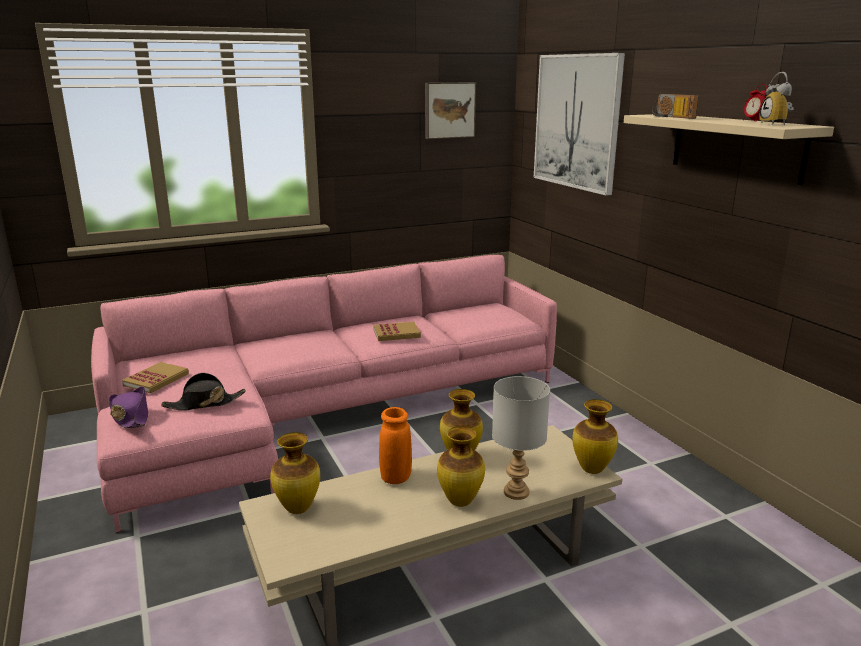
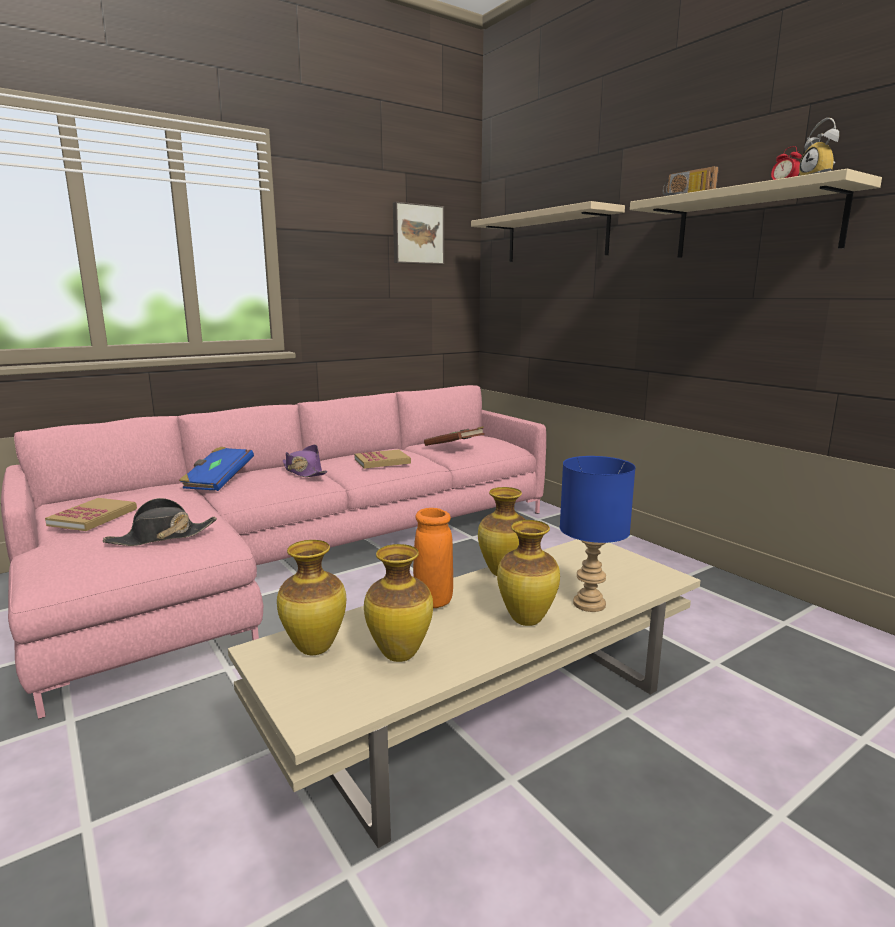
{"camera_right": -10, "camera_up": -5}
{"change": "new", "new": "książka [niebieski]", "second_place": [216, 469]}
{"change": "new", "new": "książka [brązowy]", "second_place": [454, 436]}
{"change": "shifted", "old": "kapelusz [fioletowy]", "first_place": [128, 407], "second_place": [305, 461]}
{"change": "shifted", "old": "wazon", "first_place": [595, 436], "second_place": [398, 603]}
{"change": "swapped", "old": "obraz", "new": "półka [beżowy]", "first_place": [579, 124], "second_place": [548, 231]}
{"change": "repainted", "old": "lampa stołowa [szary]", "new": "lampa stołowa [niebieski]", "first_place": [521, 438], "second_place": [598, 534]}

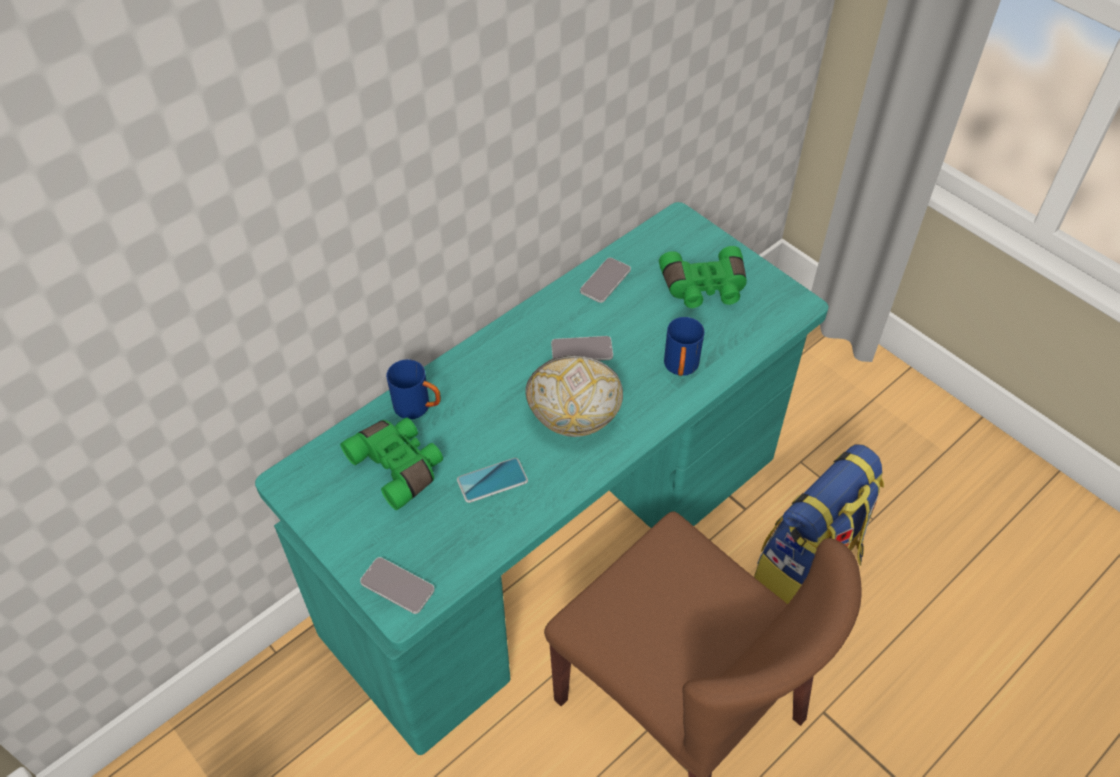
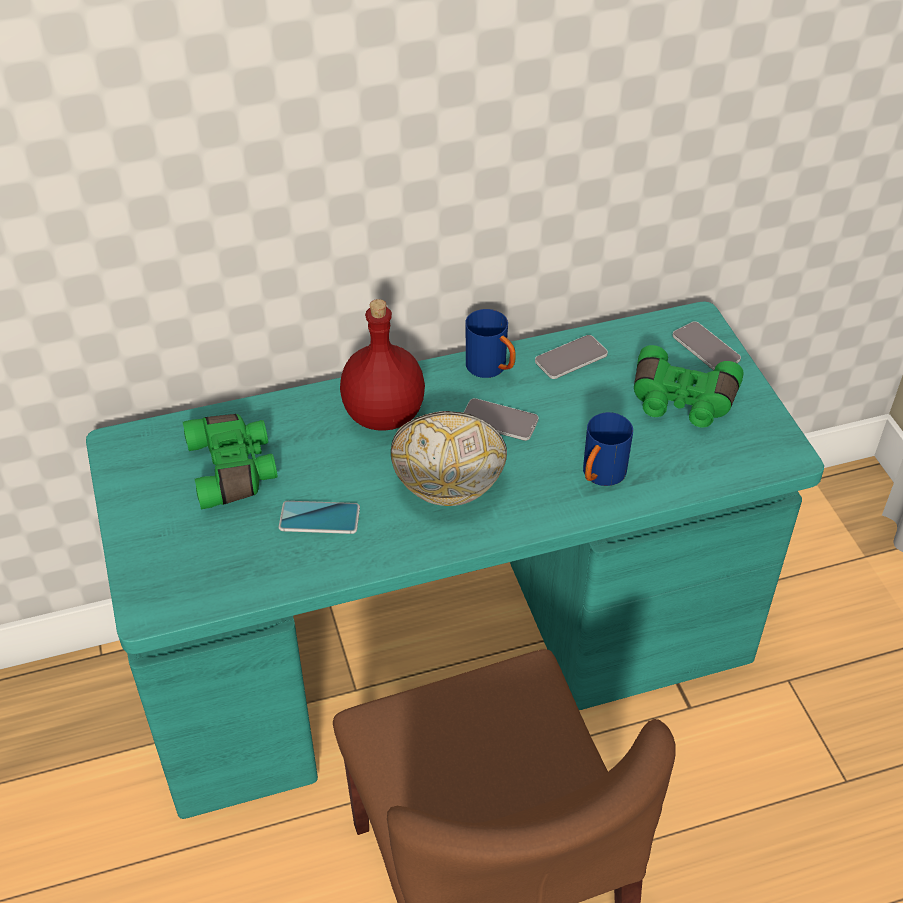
{"camera_right": 25, "camera_up": -5}
{"change": "gone", "old": "plecak", "first_place": [819, 524]}
{"change": "new", "new": "butelka [czerwony]", "second_place": [382, 365]}
{"change": "shifted", "old": "telefon", "first_place": [397, 585], "second_place": [706, 345]}
{"change": "shifted", "old": "kubek [niebieski]", "first_place": [413, 389], "second_place": [491, 343]}

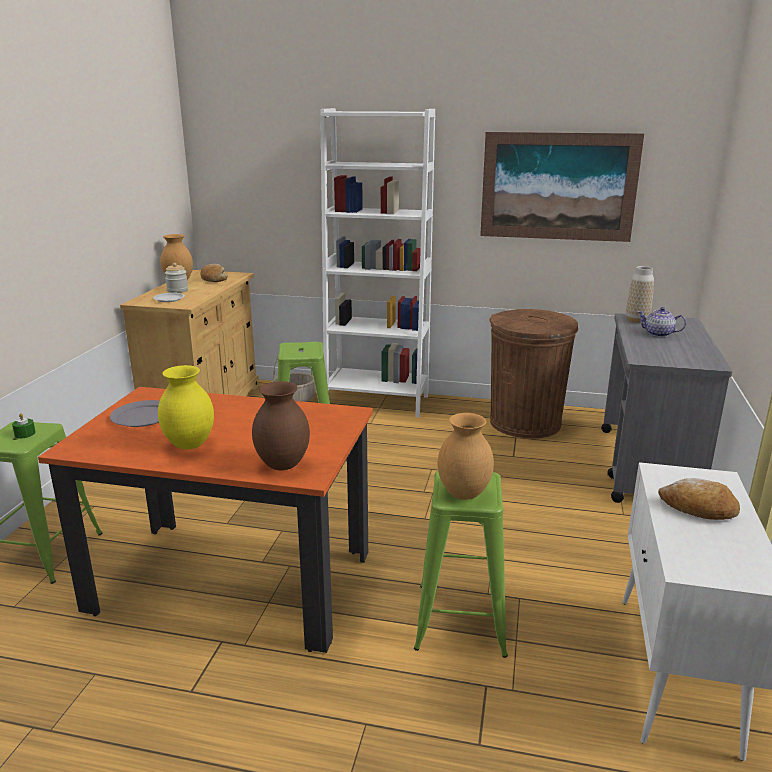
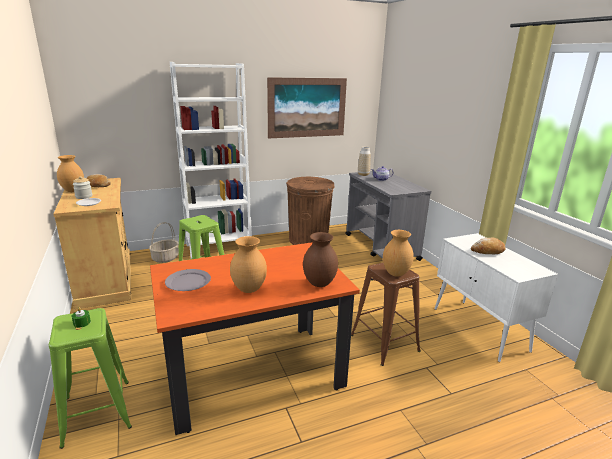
{"camera_right": -35, "camera_up": 0}
{"change": "repainted", "old": "wazon [żółty]", "new": "wazon [brązowy]", "first_place": [186, 407], "second_place": [248, 264]}
{"change": "repainted", "old": "stołek [zielony]", "new": "stołek [brązowy]", "first_place": [461, 564], "second_place": [386, 314]}

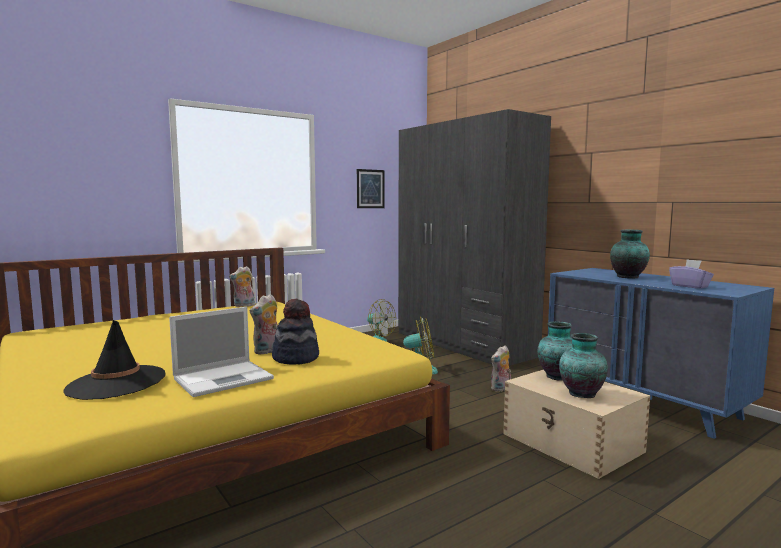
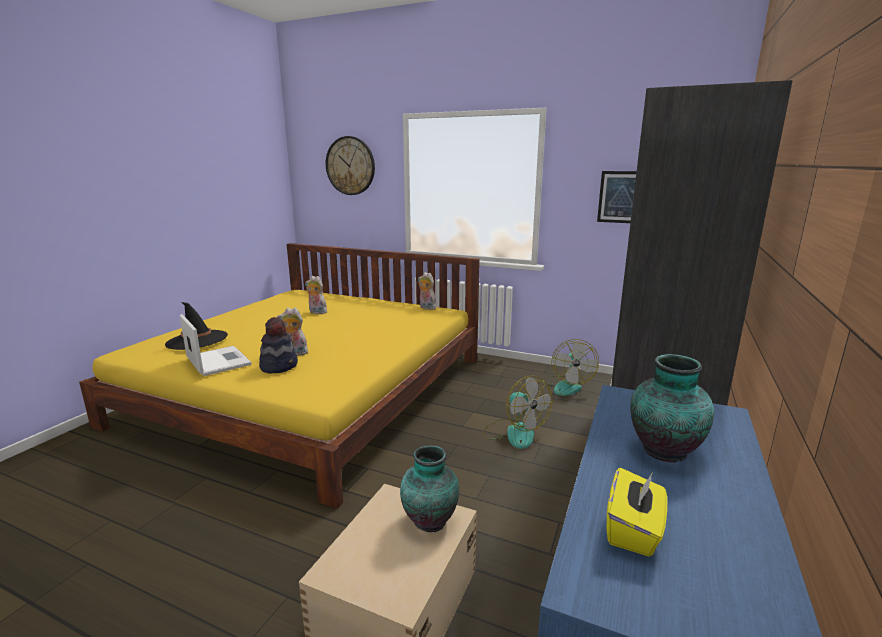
{"camera_right": 60, "camera_up": 10}
{"change": "gone", "old": "wazon", "first_place": [583, 365]}
{"change": "new", "new": "zegar ścienny", "second_place": [350, 165]}
{"change": "shifted", "old": "pluszak", "first_place": [501, 368], "second_place": [317, 295]}
{"change": "repainted", "old": "pudełko chusteczek [fioletowy]", "new": "pudełko chusteczek [żółty]", "first_place": [691, 274], "second_place": [637, 512]}
{"change": "rotated", "old": "laptop", "first_place": [221, 352], "second_place": [216, 345], "degrees": -150}

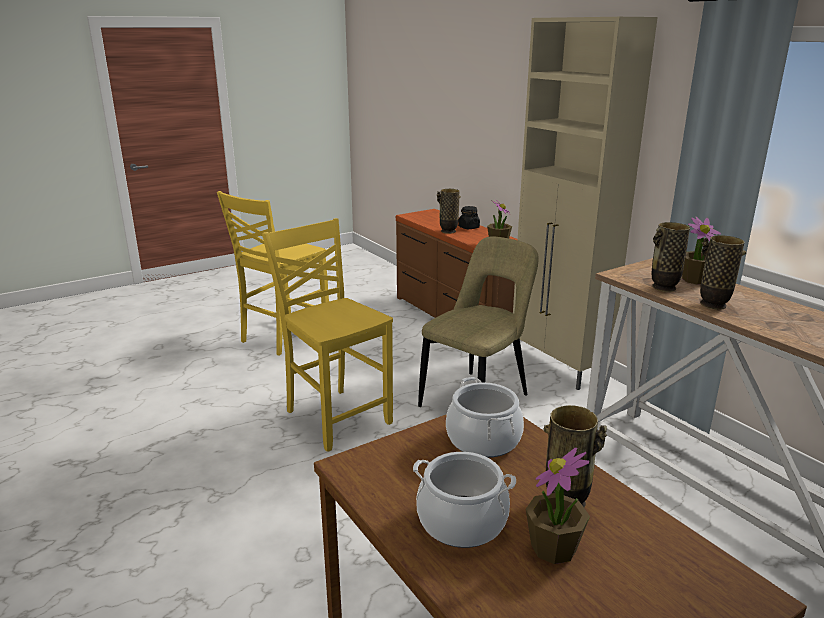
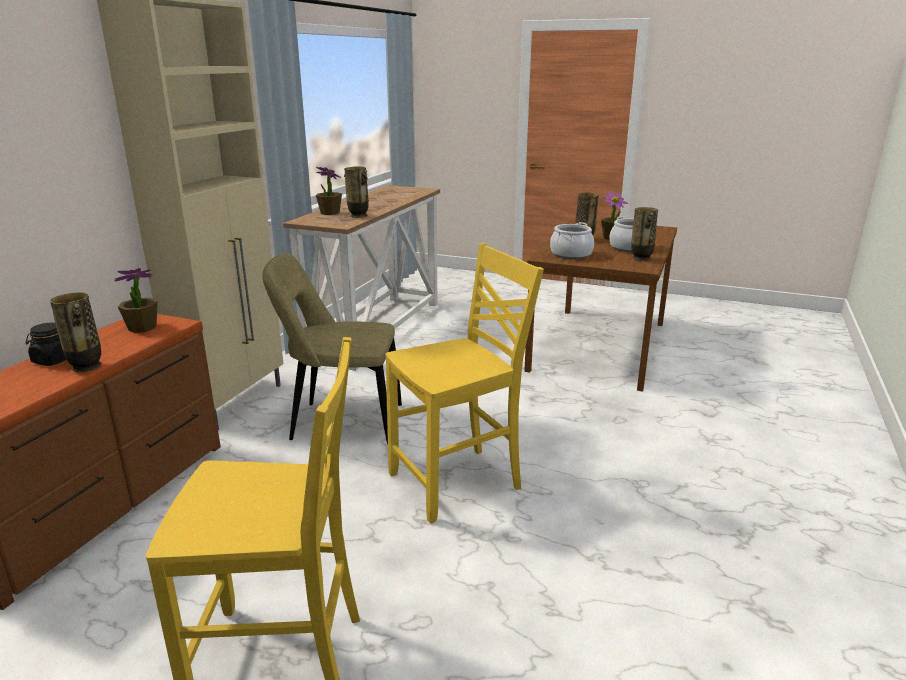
{"camera_right": -125, "camera_up": 0}
{"change": "shifted", "old": "wazon", "first_place": [723, 272], "second_place": [644, 234]}
{"change": "rotated", "old": "krzesło [żółty]", "first_place": [327, 335], "second_place": [465, 383], "degrees": -135}

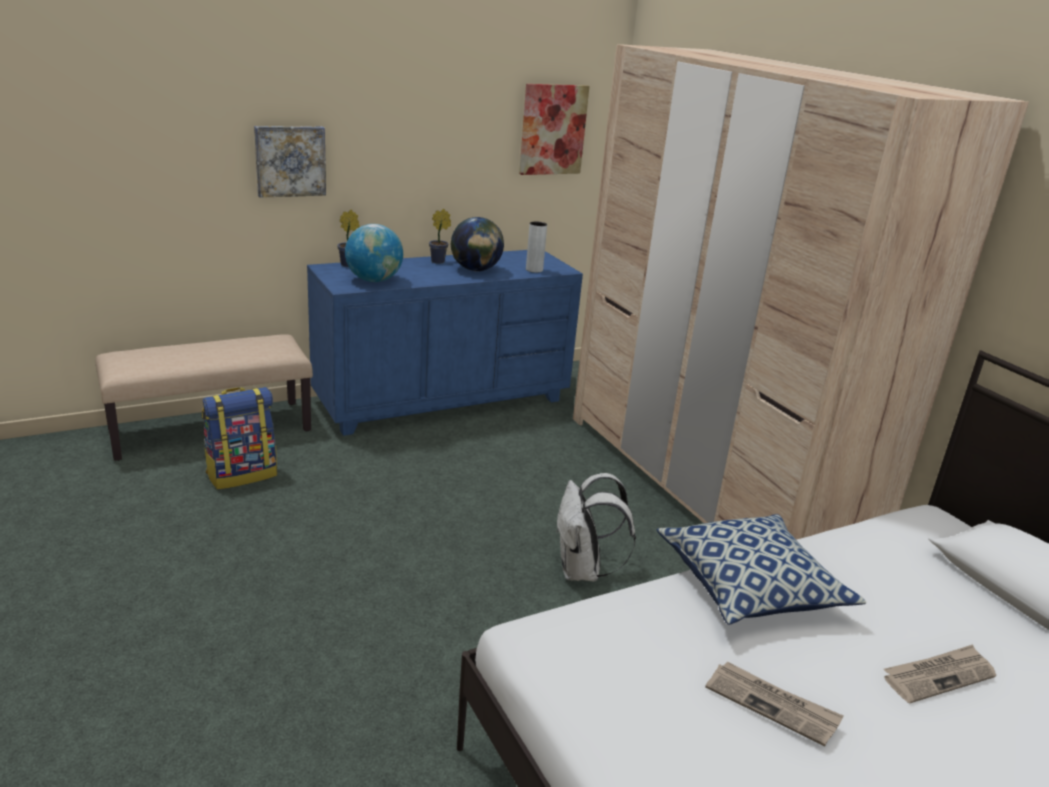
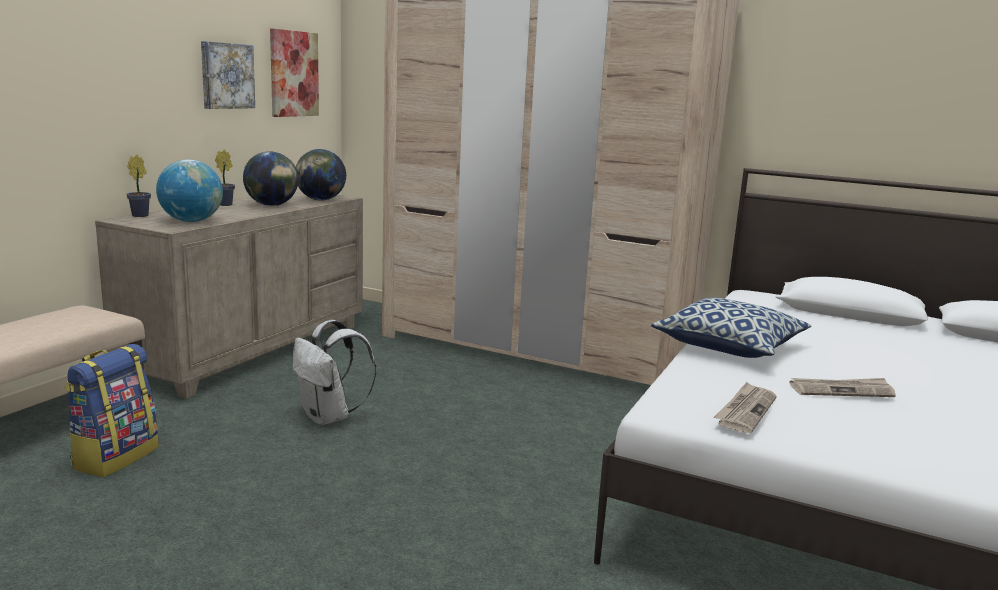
{"camera_right": -35, "camera_up": -10}
{"change": "shifted", "old": "obraz", "first_place": [290, 162], "second_place": [228, 75]}
{"change": "shifted", "old": "plecak [biały]", "first_place": [596, 527], "second_place": [334, 372]}
{"change": "shifted", "old": "gazeta", "first_place": [940, 673], "second_place": [745, 407]}
{"change": "swapped", "old": "wazon [szary]", "new": "globus", "first_place": [536, 247], "second_place": [321, 175]}
{"change": "repainted", "old": "komoda [niebieski]", "new": "komoda [beżowy]", "first_place": [445, 343], "second_place": [229, 294]}

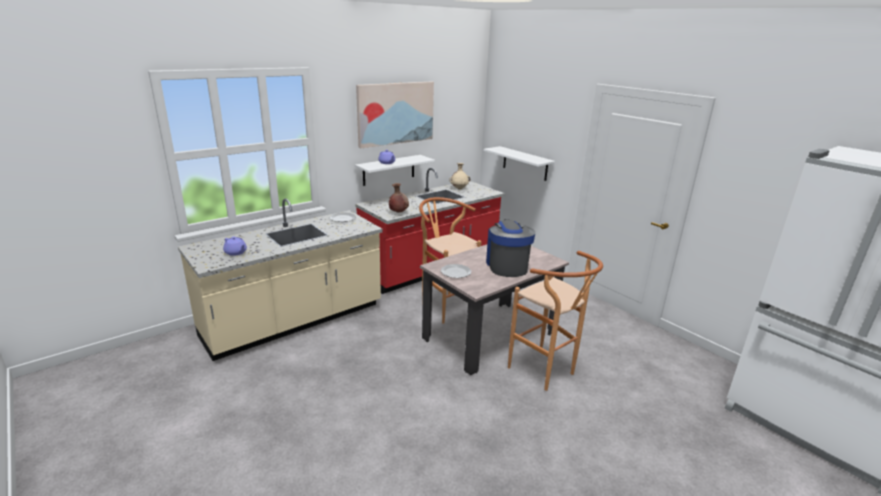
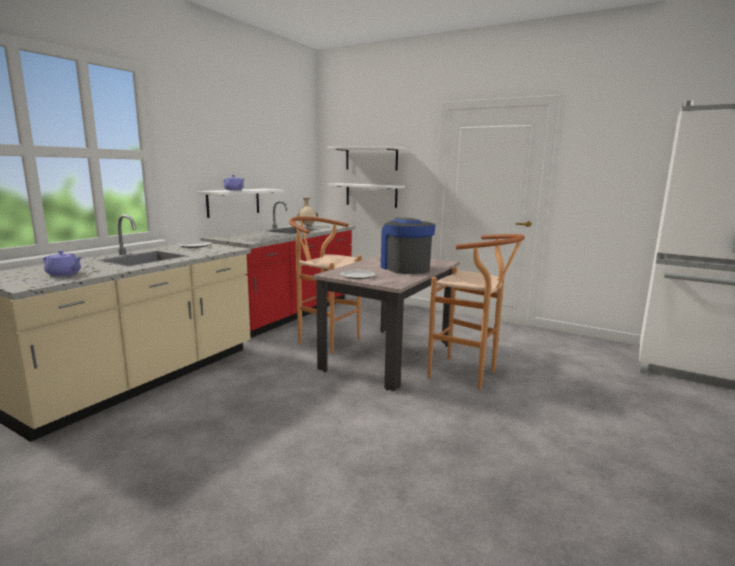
{"camera_right": -20, "camera_up": -10}
{"change": "gone", "old": "obraz", "first_place": [395, 114]}
{"change": "gone", "old": "wazon [brązowy]", "first_place": [399, 197]}
{"change": "new", "new": "półka [biały]", "second_place": [366, 158]}

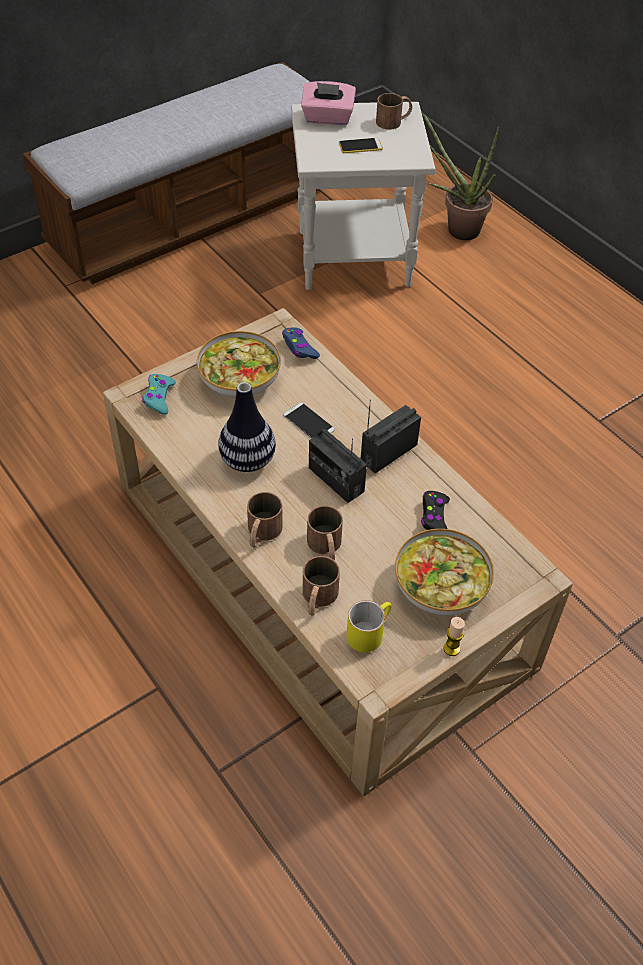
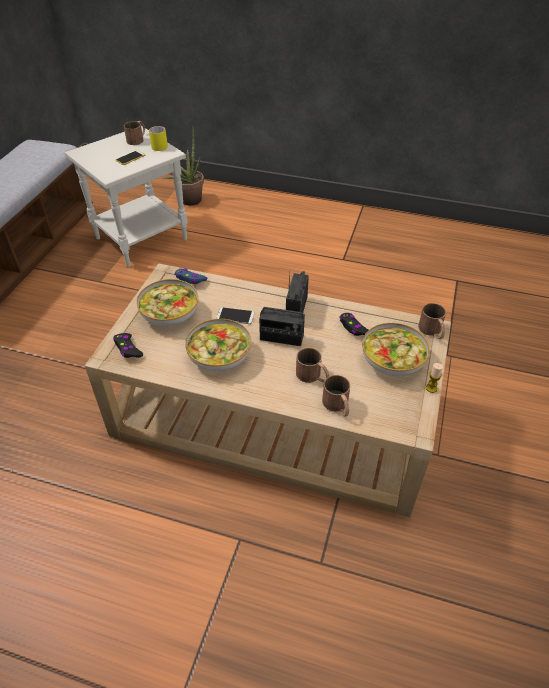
{"camera_right": -35, "camera_up": -5}
{"change": "gone", "old": "pudełko chusteczek [różowy]", "first_place": [328, 103]}
{"change": "shifted", "old": "kubek [brązowy]", "first_place": [265, 520], "second_place": [432, 321]}
{"change": "shifted", "old": "kubek [żółty]", "first_place": [369, 626], "second_place": [158, 138]}
{"change": "swapped", "old": "wazon", "new": "miska", "first_place": [247, 427], "second_place": [218, 345]}
{"change": "repainted", "old": "pad do gier [turkusowy]", "new": "pad do gier [czarny]", "first_place": [159, 394], "second_place": [128, 345]}

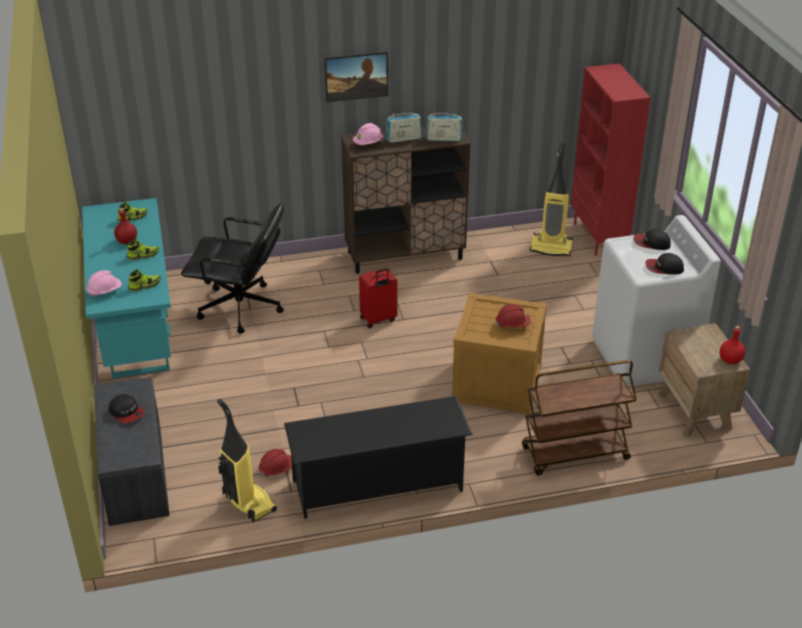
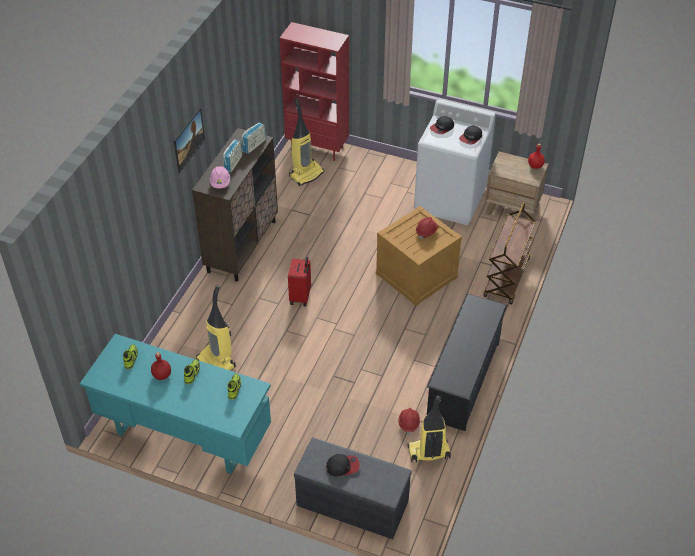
{"camera_right": -55, "camera_up": 10}
{"change": "gone", "old": "kask [różowy]", "first_place": [104, 283]}
{"change": "swapped", "old": "krzesło biurowe [czarny]", "new": "odkurzacz", "first_place": [232, 268], "second_place": [216, 328]}

